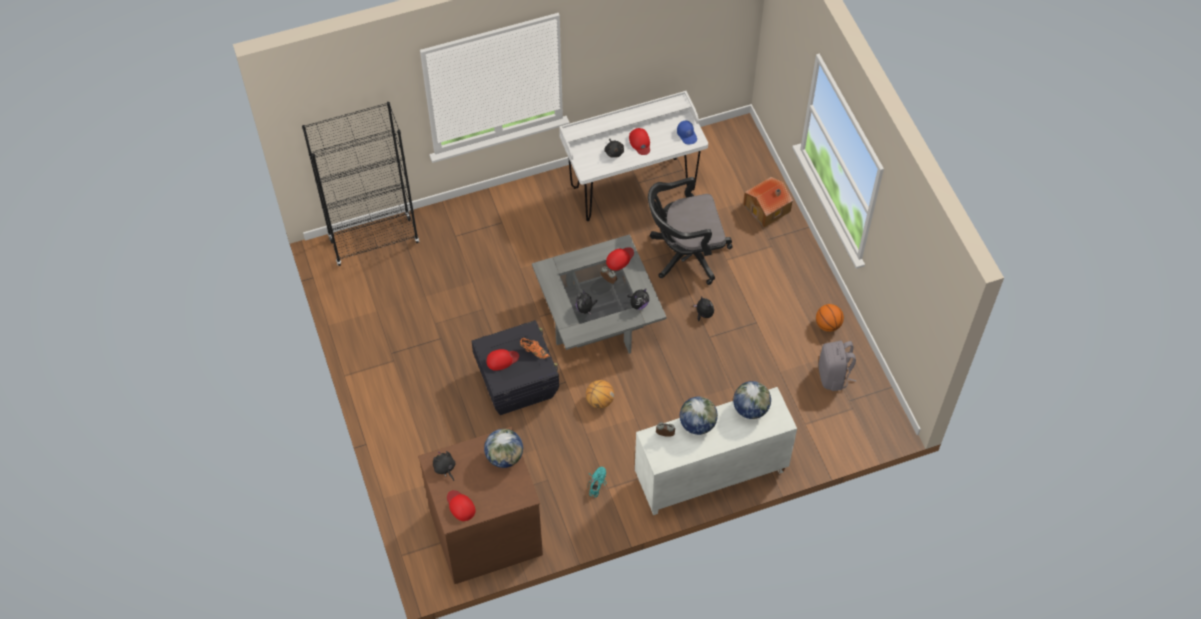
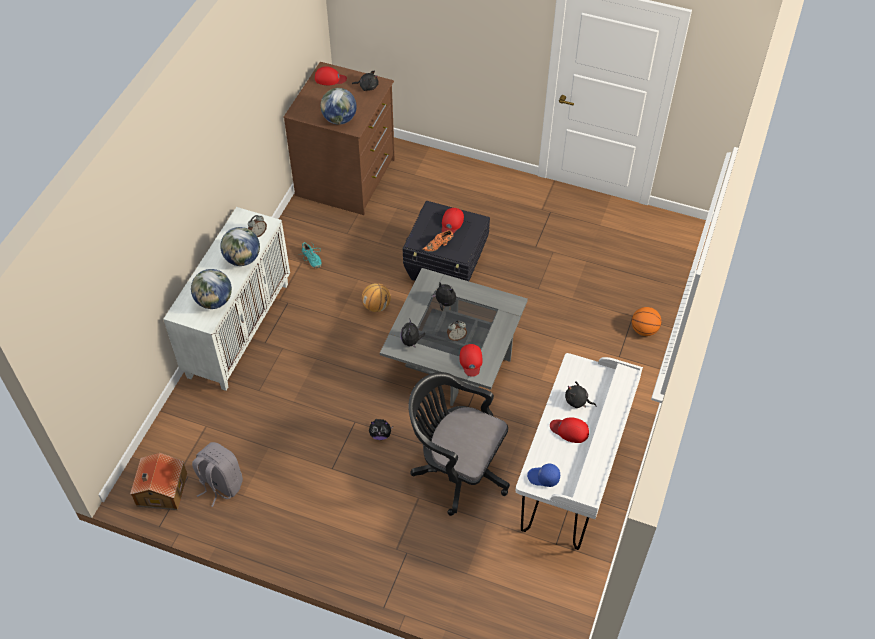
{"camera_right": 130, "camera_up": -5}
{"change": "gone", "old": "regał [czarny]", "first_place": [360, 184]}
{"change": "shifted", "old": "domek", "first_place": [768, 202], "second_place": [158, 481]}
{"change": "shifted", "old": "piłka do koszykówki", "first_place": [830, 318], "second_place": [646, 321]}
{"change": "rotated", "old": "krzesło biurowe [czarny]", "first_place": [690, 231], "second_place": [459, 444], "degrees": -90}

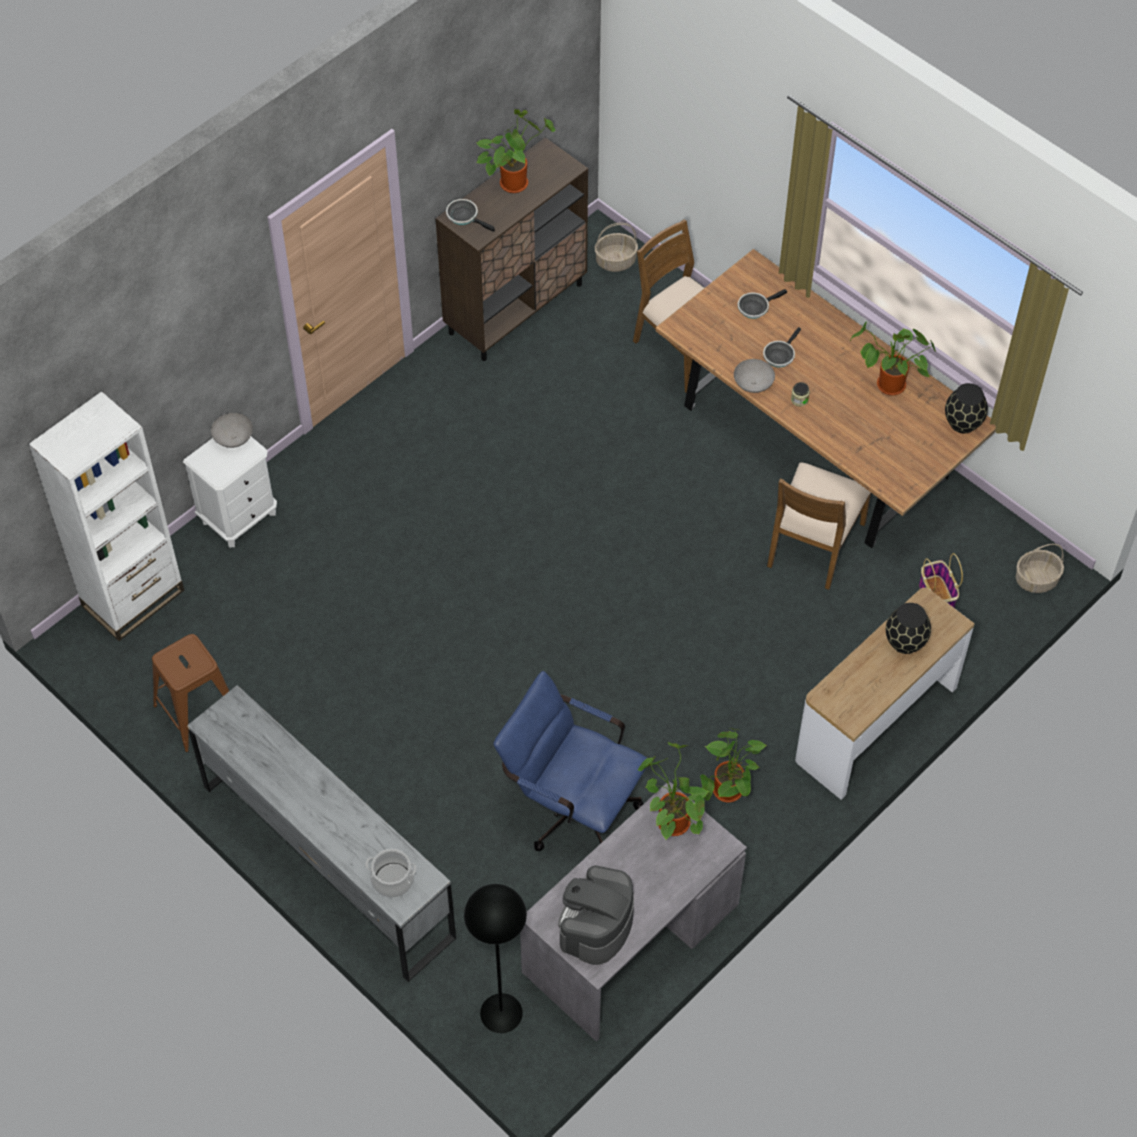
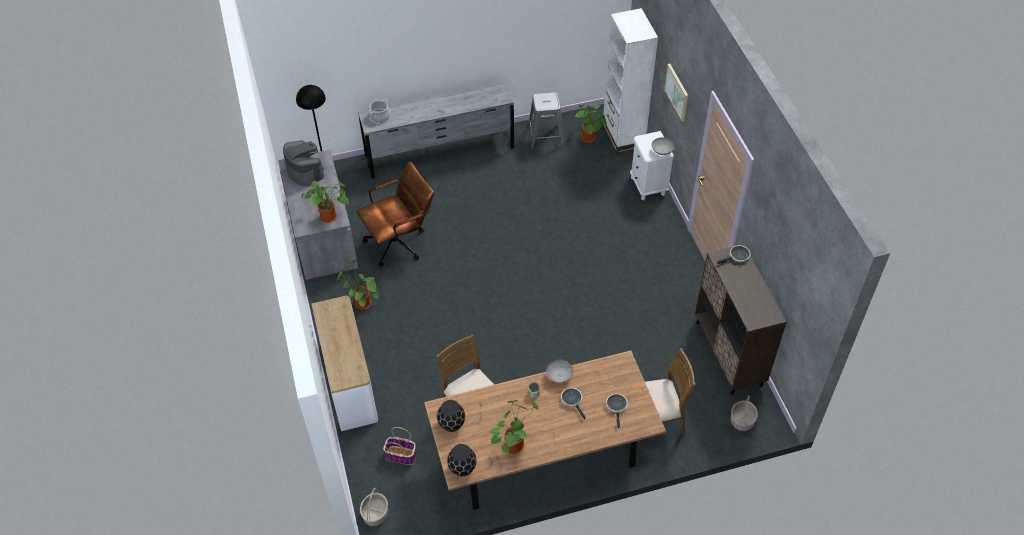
{"camera_right": 120, "camera_up": -5}
{"change": "new", "new": "obraz", "second_place": [676, 92]}
{"change": "shifted", "old": "roślina doniczkowa", "first_place": [515, 151], "second_place": [590, 124]}
{"change": "shifted", "old": "wazon [czarny]", "first_place": [908, 628], "second_place": [451, 416]}
{"change": "repainted", "old": "stołek [brązowy]", "new": "stołek [szary]", "first_place": [190, 693], "second_place": [546, 121]}
{"change": "repainted", "old": "krzesło biurowe [niebieski]", "new": "krzesło biurowe [brązowy]", "first_place": [570, 761], "second_place": [395, 214]}

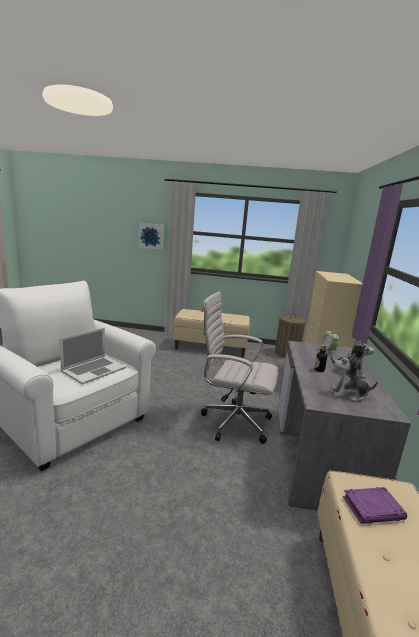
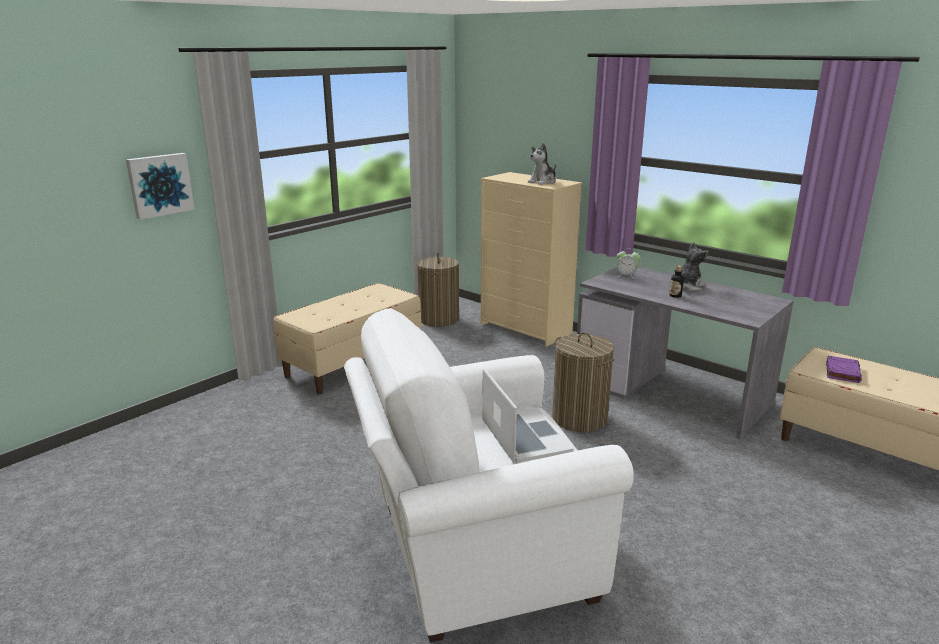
{"camera_right": -55, "camera_up": 5}
{"change": "shifted", "old": "pluszak", "first_place": [354, 377], "second_place": [542, 164]}
{"change": "swapped", "old": "krzesło biurowe [biały]", "new": "kosz na pranie", "first_place": [240, 368], "second_place": [583, 382]}

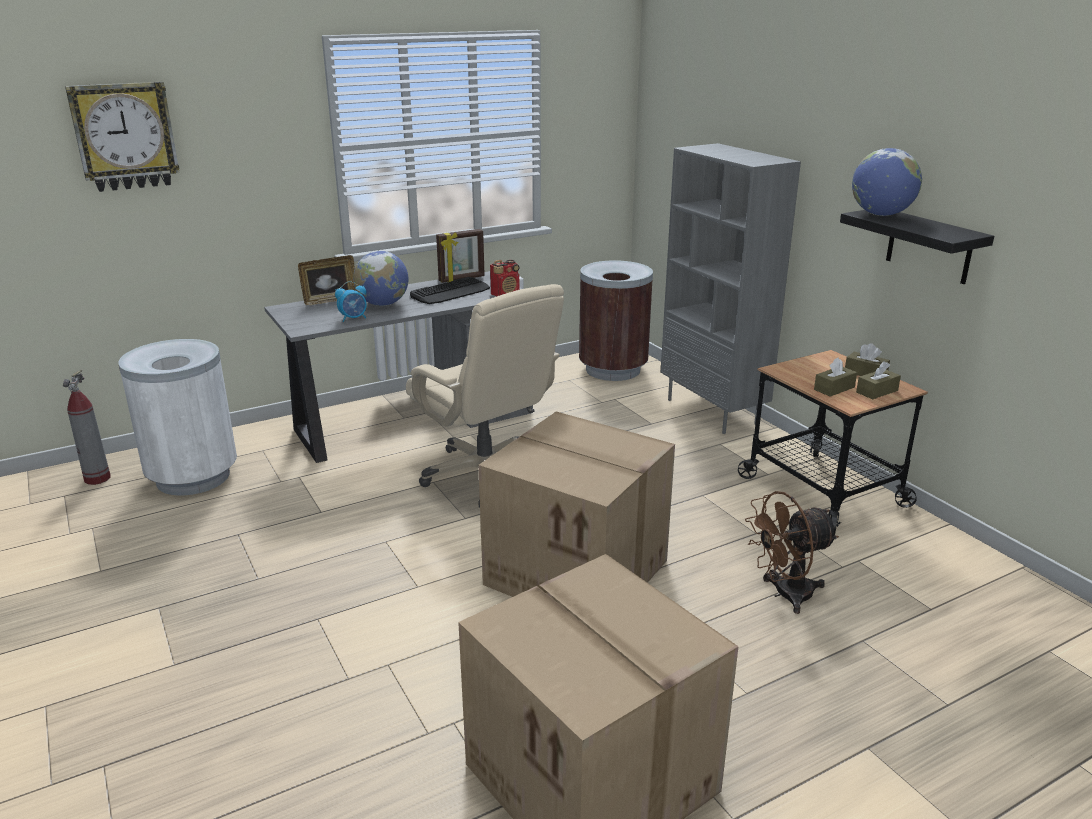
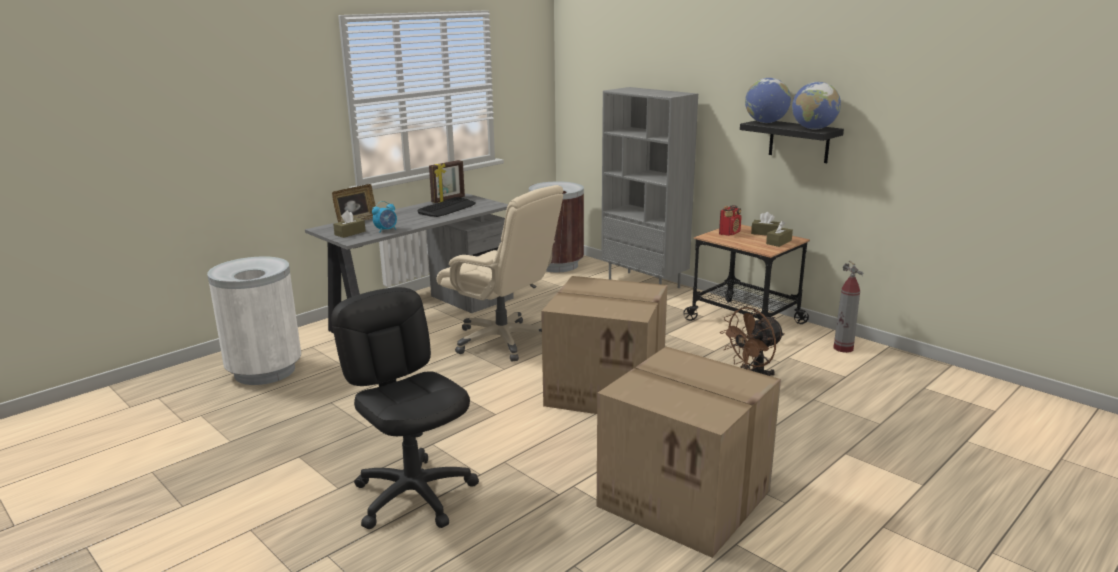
{"camera_right": -15, "camera_up": -5}
{"change": "gone", "old": "zegar ścienny", "first_place": [122, 137]}
{"change": "new", "new": "krzesło biurowe [czarny]", "second_place": [405, 408]}
{"change": "shifted", "old": "gaśnica", "first_place": [87, 427], "second_place": [848, 306]}
{"change": "shifted", "old": "globus", "first_place": [381, 278], "second_place": [816, 106]}
{"change": "shifted", "old": "radio", "first_place": [505, 278], "second_place": [730, 220]}
{"change": "shifted", "old": "pudełko chusteczek [brązowy]", "first_place": [835, 377], "second_place": [349, 224]}

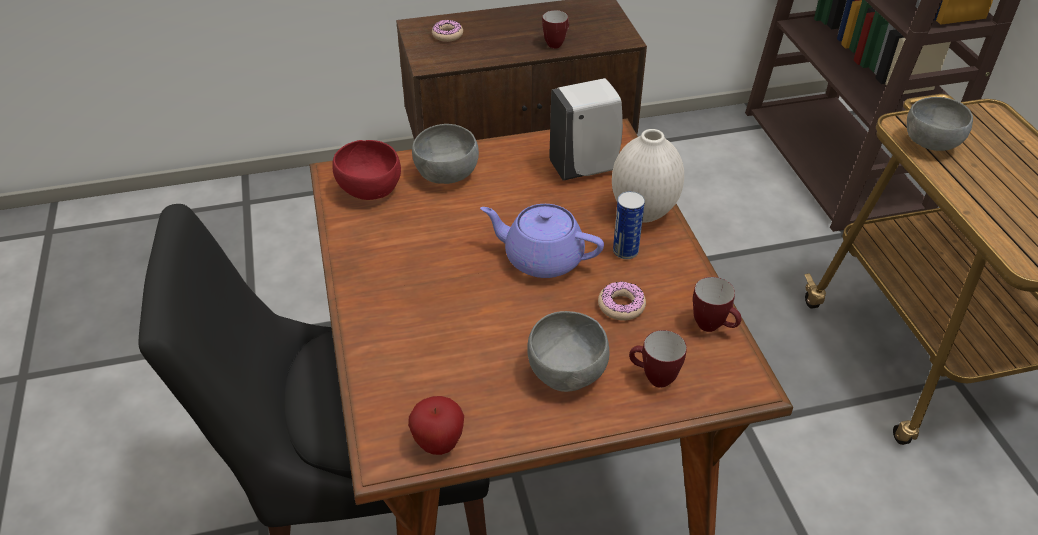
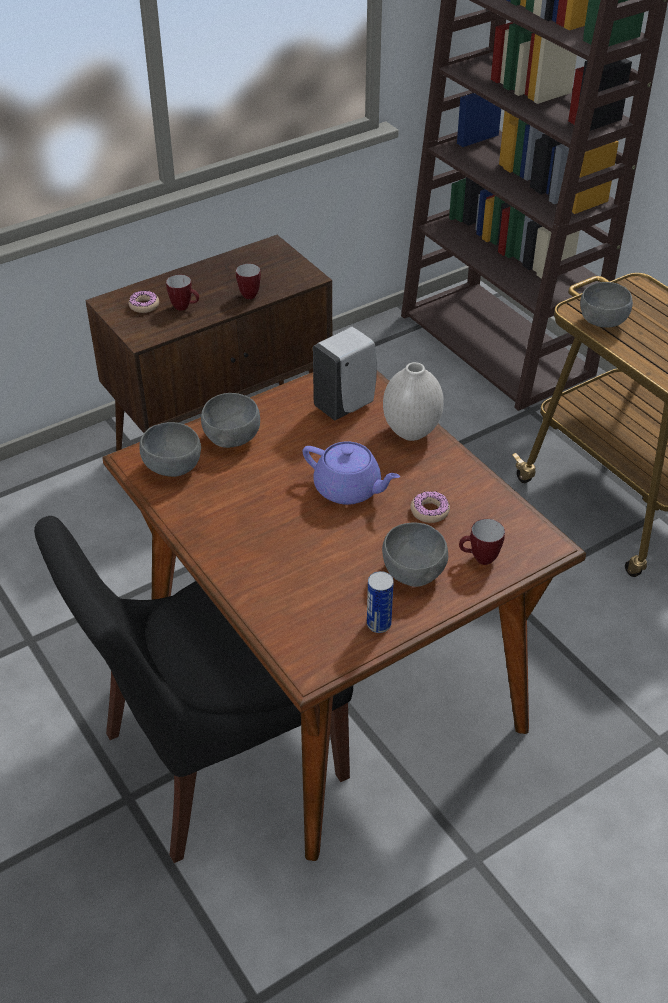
{"camera_right": -20, "camera_up": 0}
{"change": "gone", "old": "jabłko", "first_place": [436, 425]}
{"change": "shifted", "old": "puszka", "first_place": [629, 225], "second_place": [380, 602]}
{"change": "shifted", "old": "kubek", "first_place": [717, 304], "second_place": [182, 292]}
{"change": "repainted", "old": "miska [czerwony]", "new": "miska [szary]", "first_place": [366, 170], "second_place": [170, 449]}
{"change": "rotated", "old": "imbryk [fioletowy]", "first_place": [542, 241], "second_place": [351, 473], "degrees": -150}

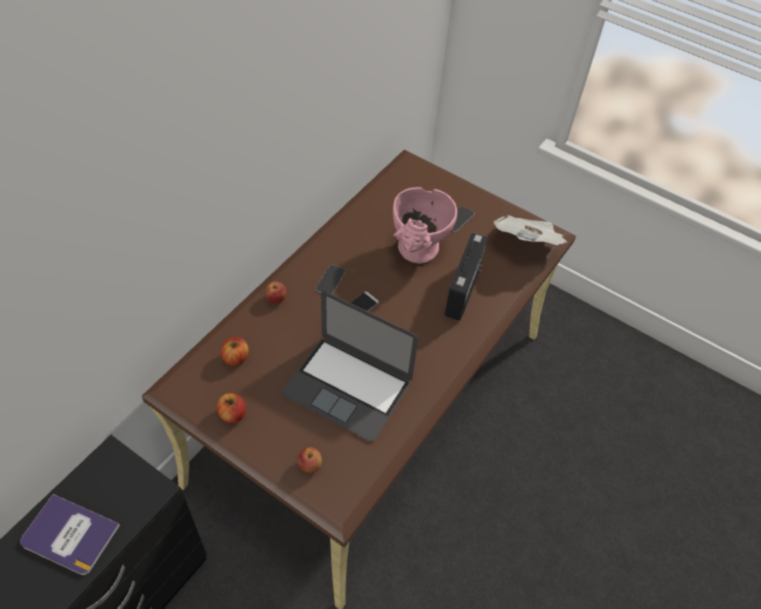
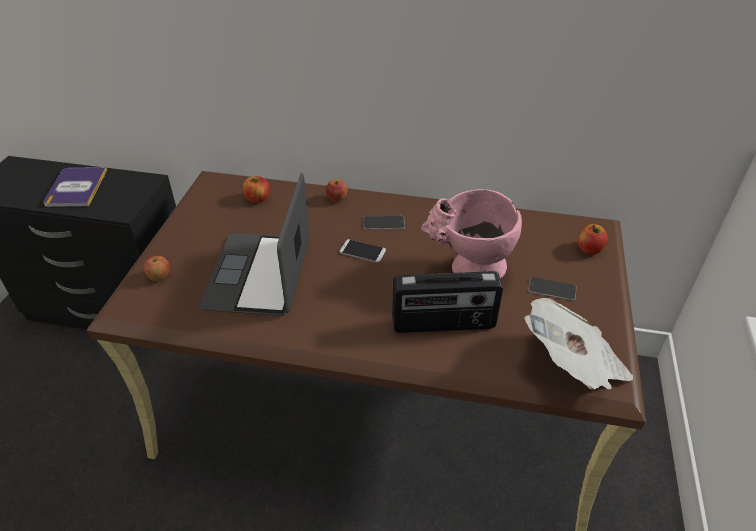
{"camera_right": 70, "camera_up": -10}
{"change": "shifted", "old": "jabłko", "first_place": [231, 408], "second_place": [593, 239]}

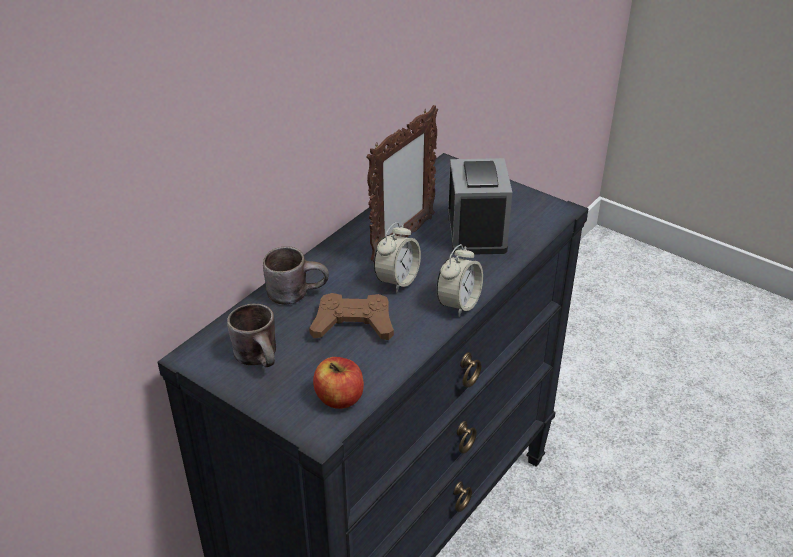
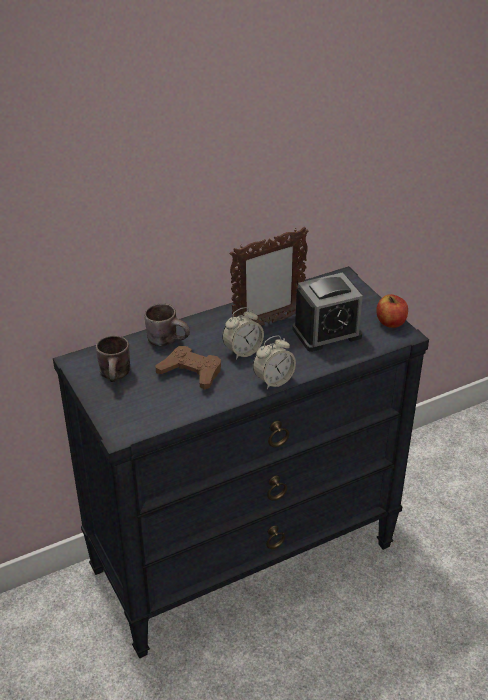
{"camera_right": 25, "camera_up": 0}
{"change": "shifted", "old": "jabłko", "first_place": [338, 383], "second_place": [392, 311]}
{"change": "rotated", "old": "budzik", "first_place": [480, 206], "second_place": [327, 312], "degrees": 45}

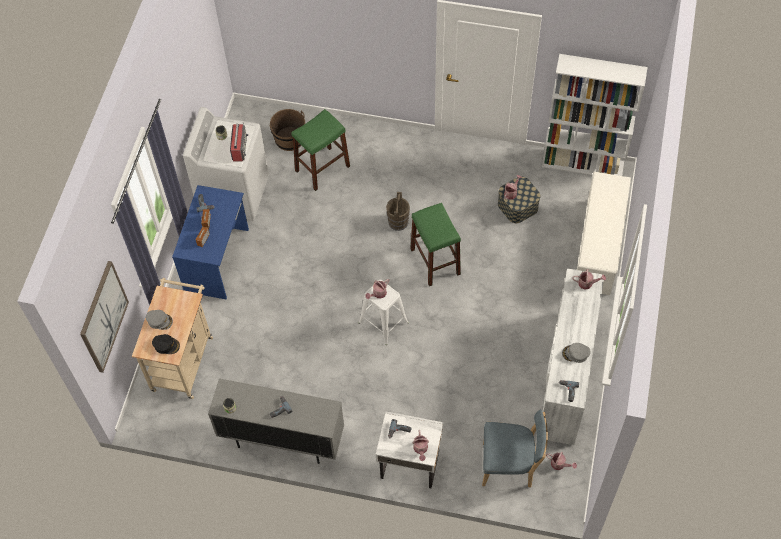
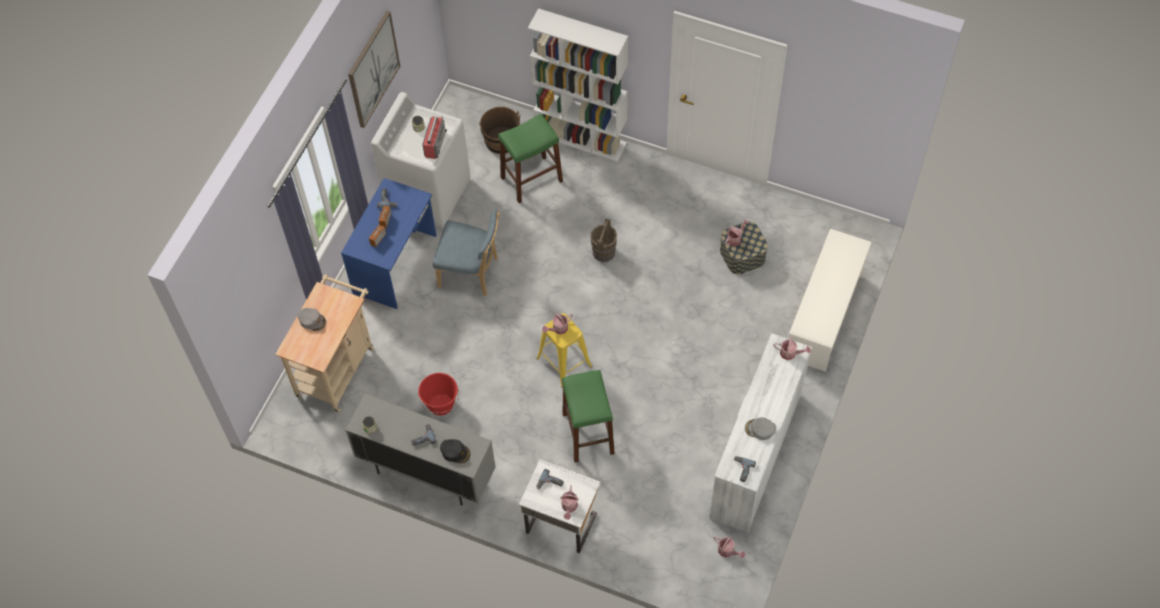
{"camera_right": 10, "camera_up": 0}
{"change": "new", "new": "wiadro [czerwony]", "second_place": [438, 394]}
{"change": "shifted", "old": "obraz", "first_place": [104, 317], "second_place": [374, 69]}
{"change": "shifted", "old": "czapka z daszkiem [czarny]", "first_place": [166, 344], "second_place": [455, 451]}
{"change": "shifted", "old": "stołek [zielony]", "first_place": [435, 244], "second_place": [588, 416]}
{"change": "shifted", "old": "krzesło [niebieski]", "first_place": [515, 449], "second_place": [466, 252]}
{"change": "shifted", "old": "regał [biały]", "first_place": [595, 115], "second_place": [578, 85]}
{"change": "repainted", "old": "stołek [biały]", "new": "stołek [żółty]", "first_place": [384, 312], "second_place": [564, 350]}

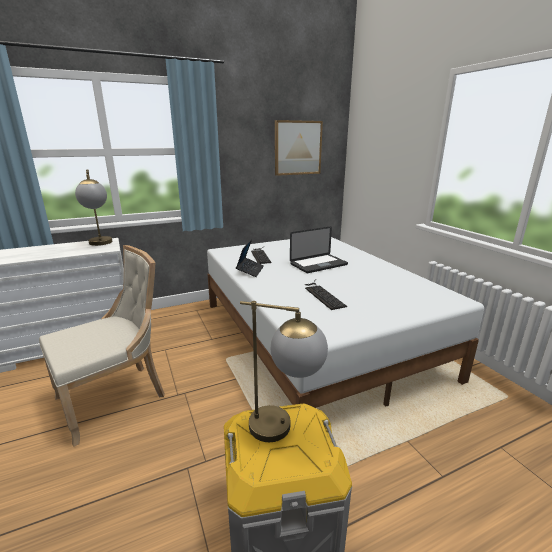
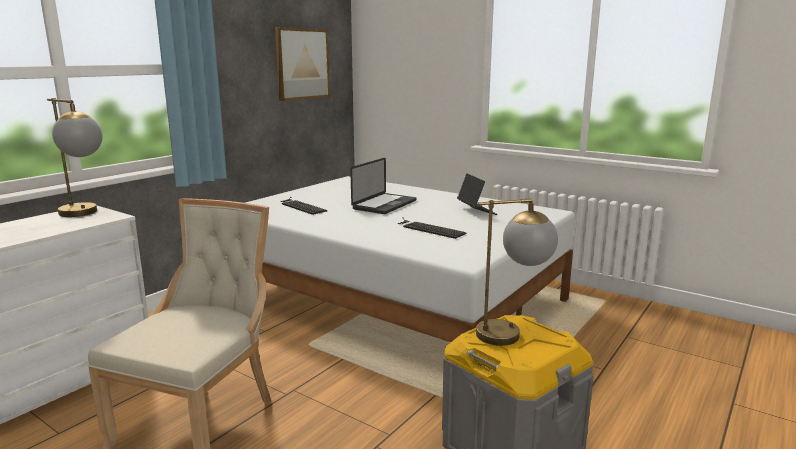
{"camera_right": -30, "camera_up": -5}
{"change": "shifted", "old": "laptop", "first_place": [250, 258], "second_place": [477, 194]}

